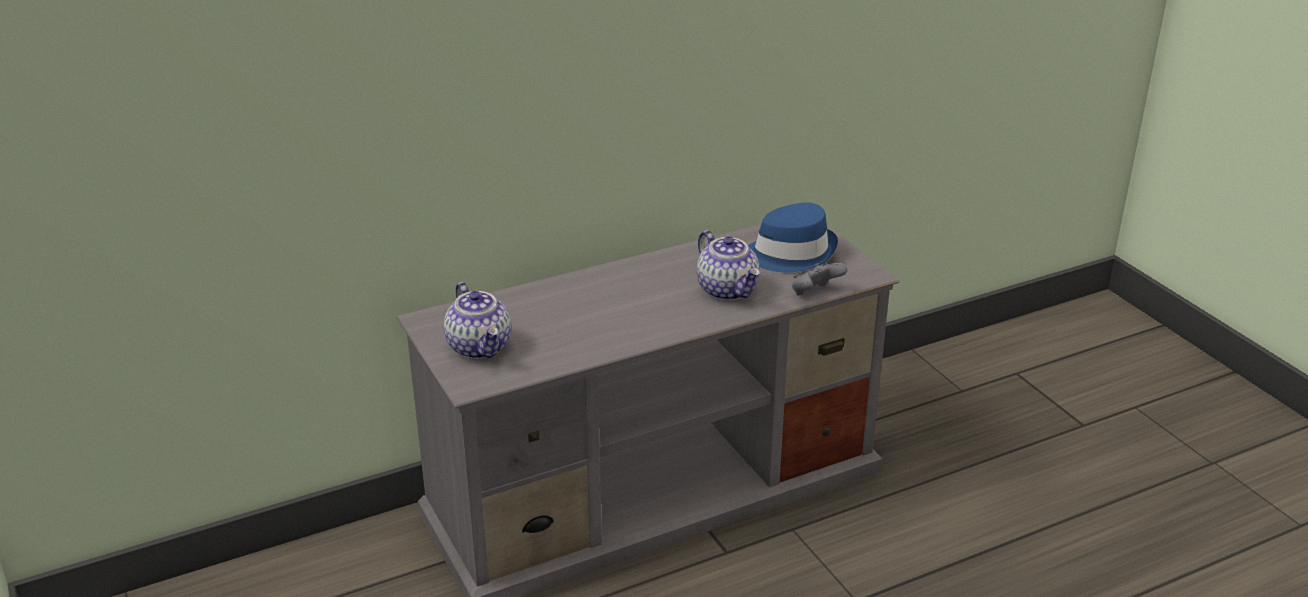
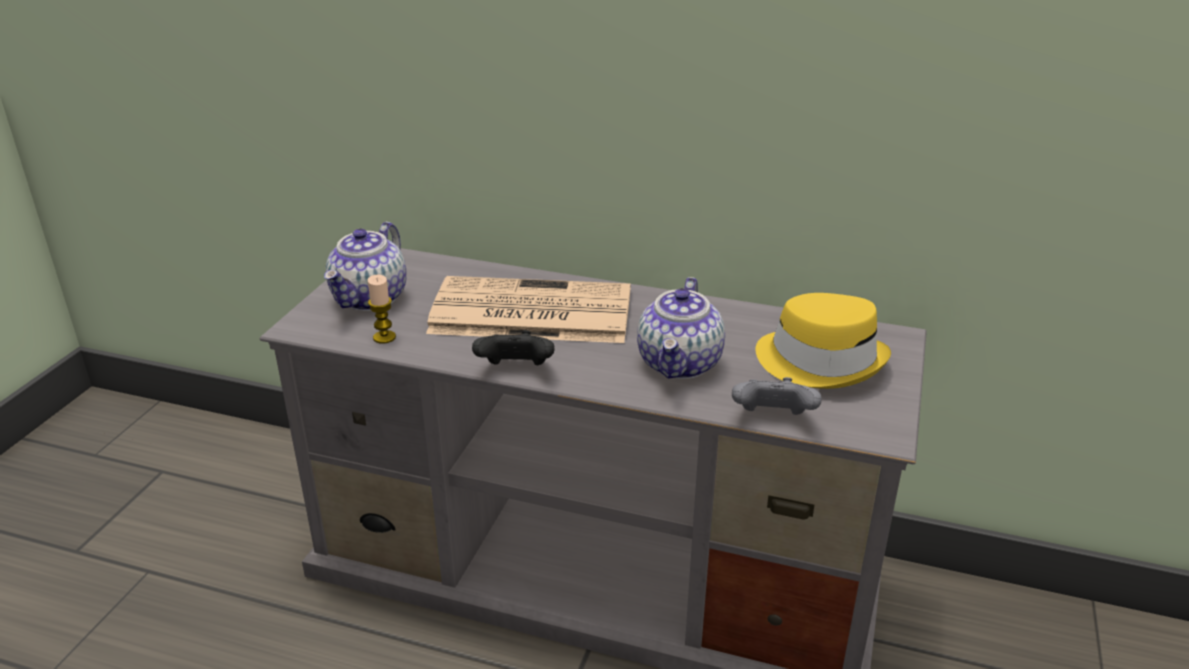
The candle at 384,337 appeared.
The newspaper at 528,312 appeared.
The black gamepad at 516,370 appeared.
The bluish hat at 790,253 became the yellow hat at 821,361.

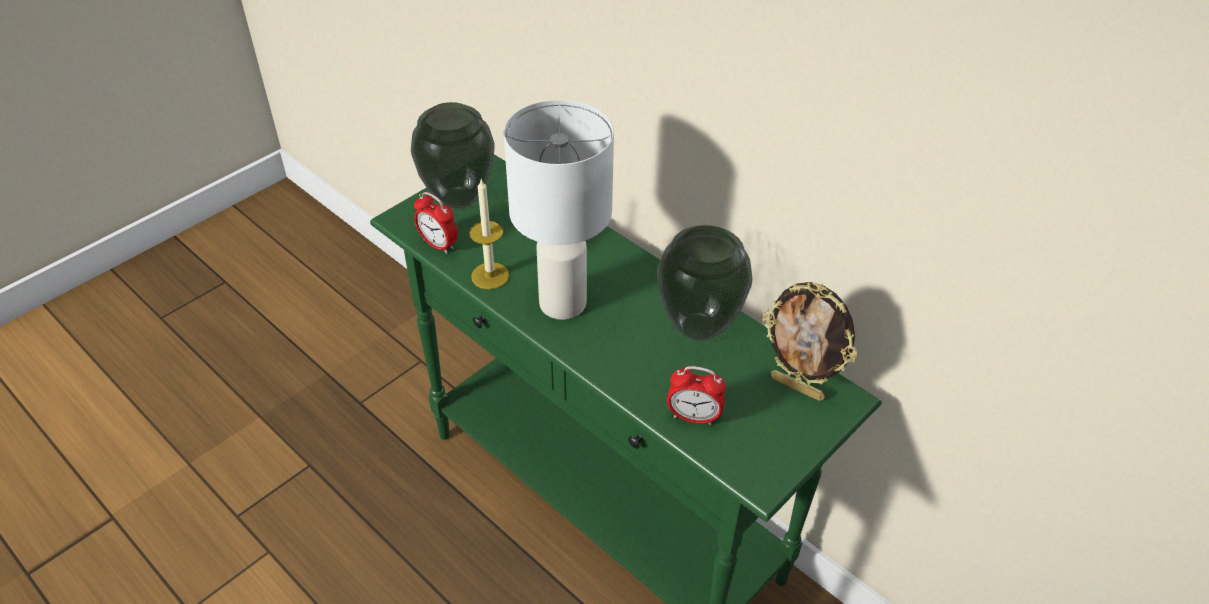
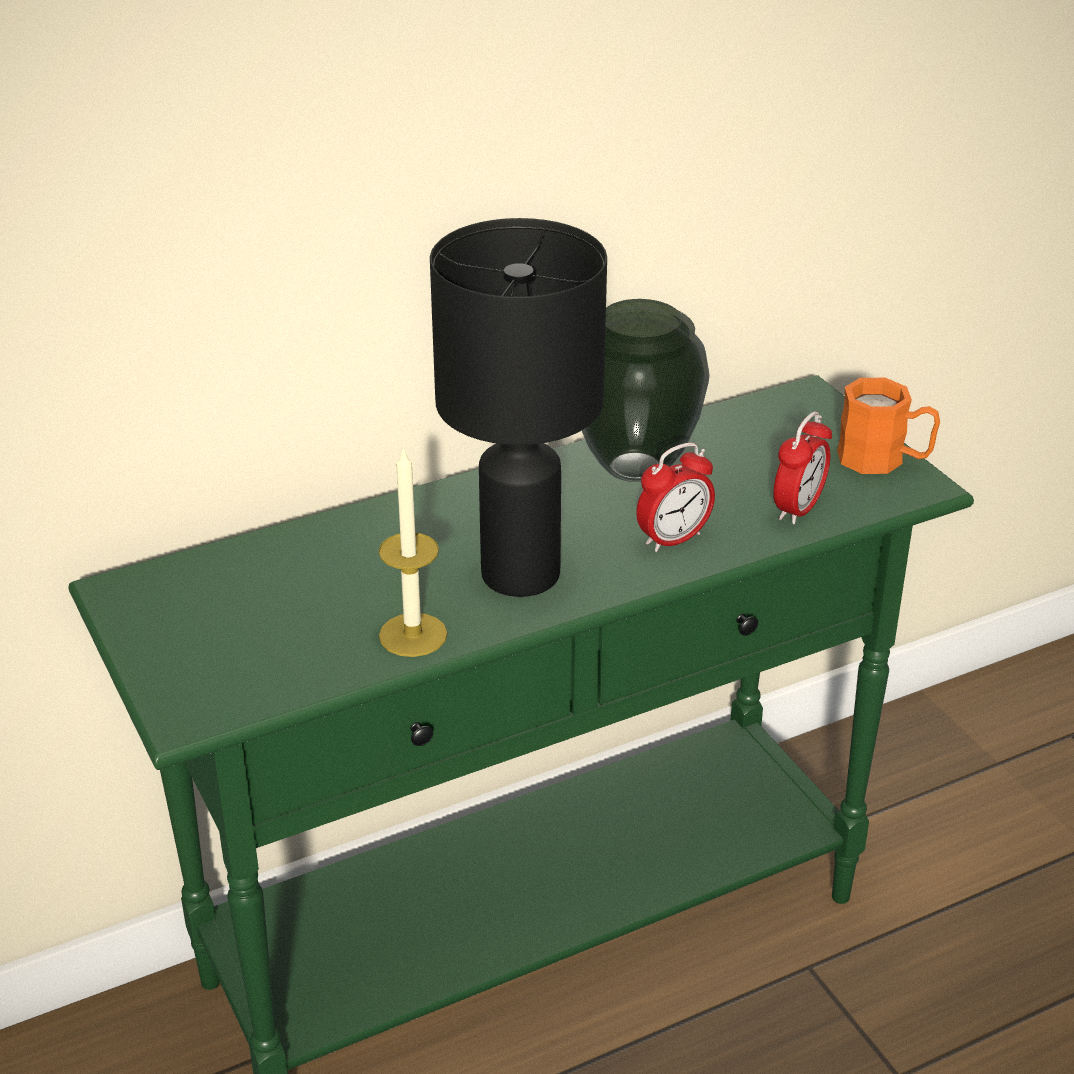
The white lamp for a table at 561,304 became the black lamp for a table at 521,575.
The table clock moved from 438,244 to 673,539.
The orange mug at 884,460 appeared.
The decorative vase at 460,198 disappeared.
The standing frame at 797,387 disappeared.

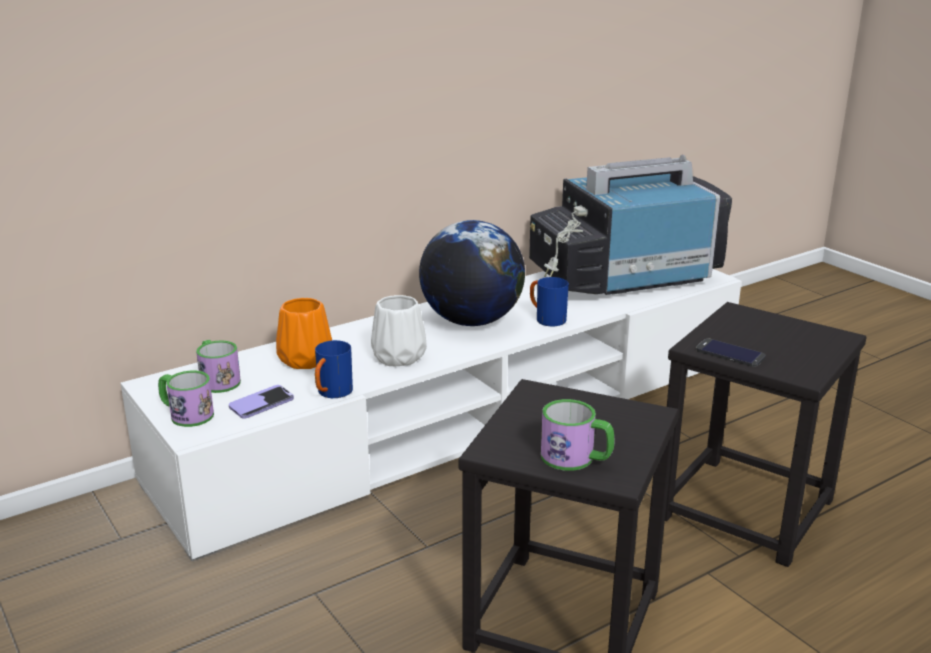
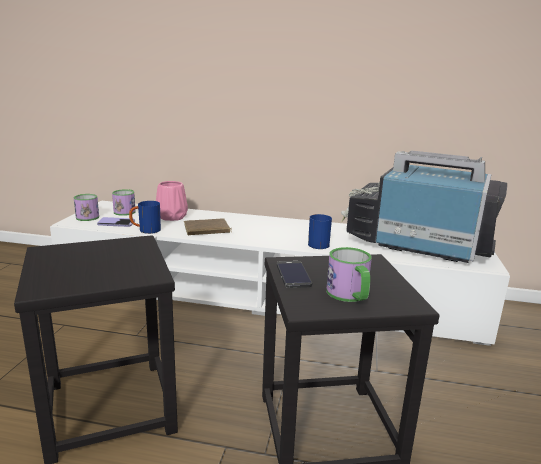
The orange decorative vase at 307,359 became the pink decorative vase at 172,217.
The white decorative vase at 399,357 was replaced by the brownish bound book at 206,230.
The mug moved from 576,459 to 350,295.
The desk globe at 471,321 disappeared.

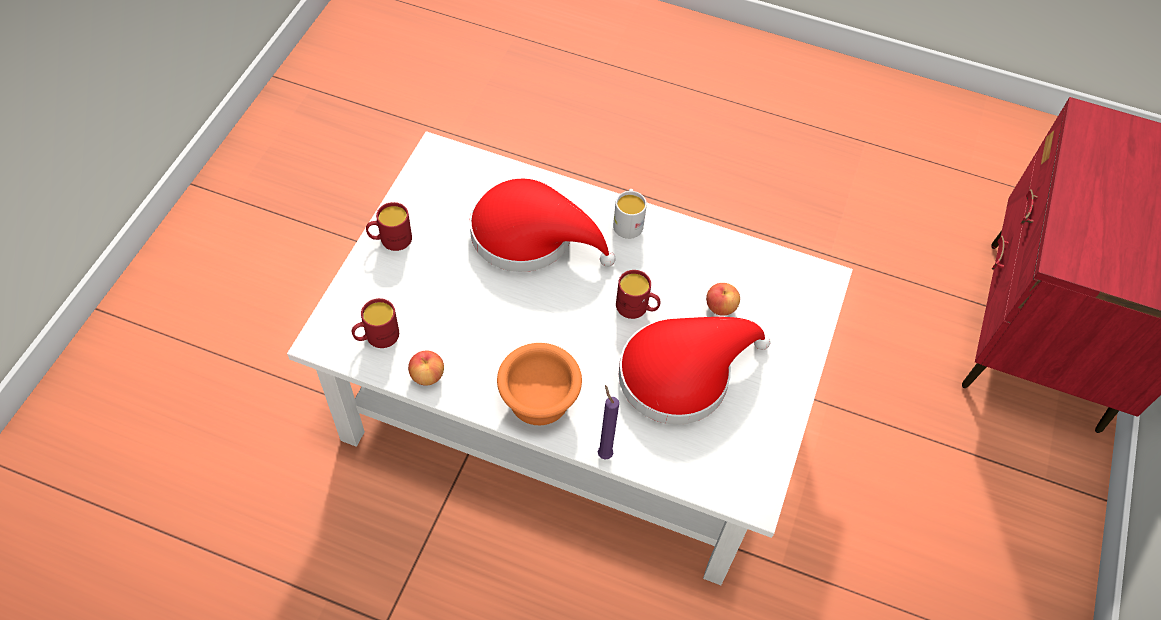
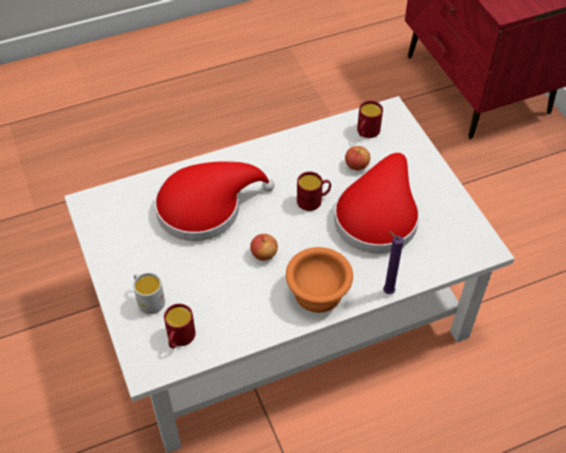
The white mug moved from 628,222 to 148,299.
The apple moved from 427,375 to 264,254.
The red mug moved from 390,240 to 366,133.

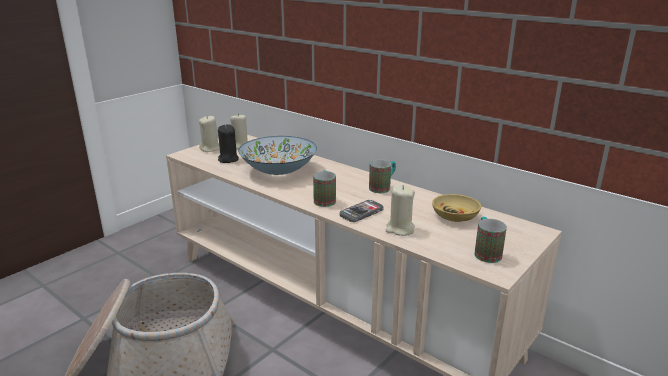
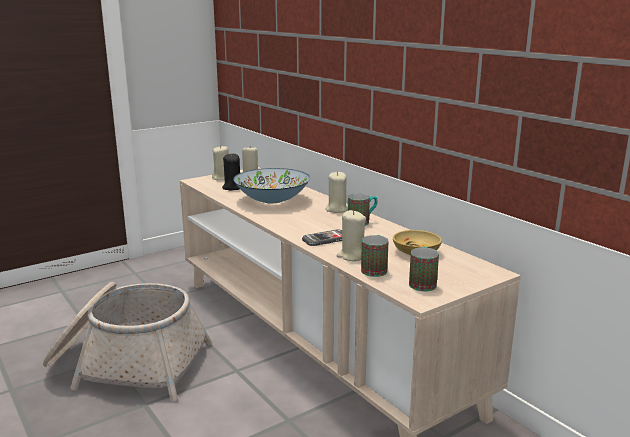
The sand-coloured candle at 336,209 appeared.
The mug moved from 324,199 to 375,269.

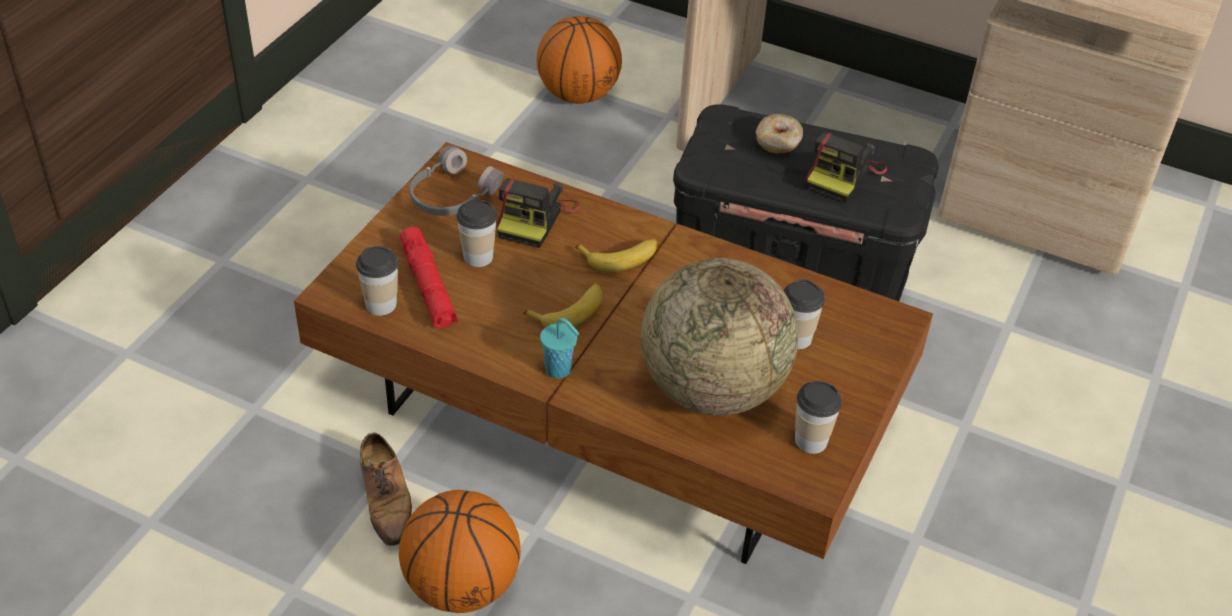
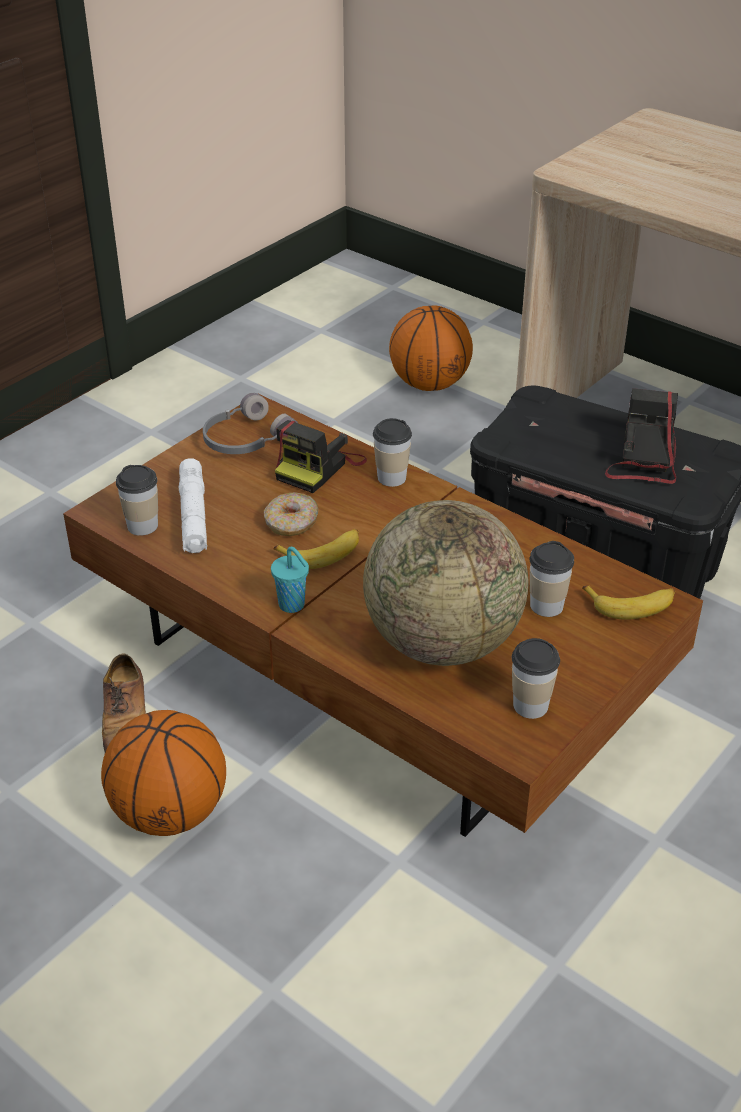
The red torch at 428,286 became the white torch at 193,515.
The donut moved from 778,141 to 291,523.
The small cup moved from 478,257 to 391,477.
The banana fruit moved from 620,257 to 631,605.
The still camera at 843,175 turned 150 degrees clockwise.

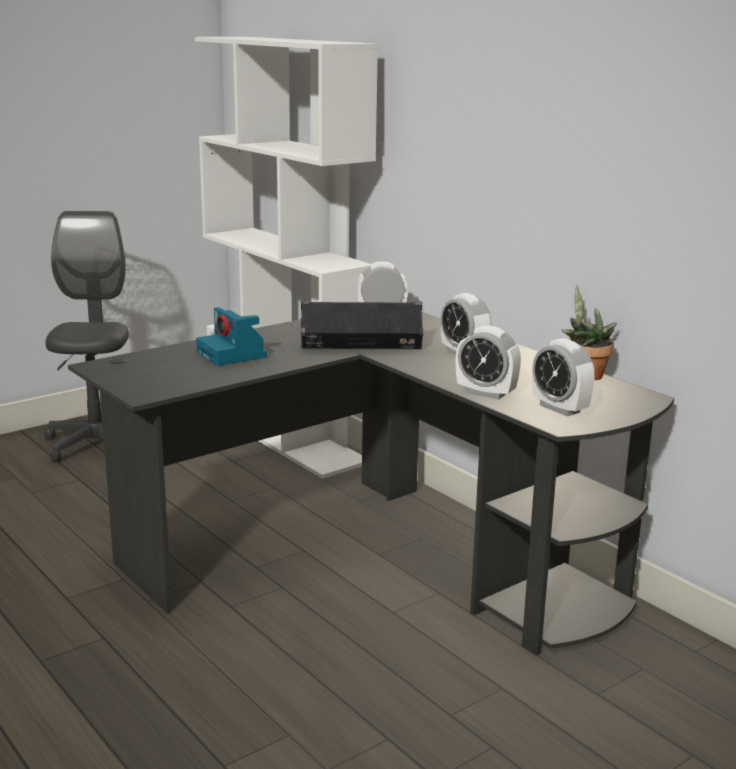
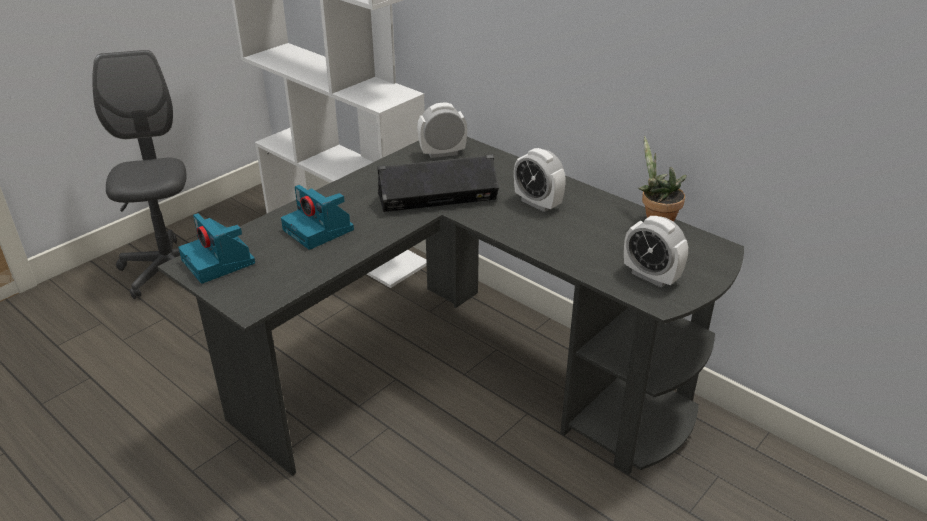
The still camera at 219,262 appeared.
The table clock at 486,393 disappeared.

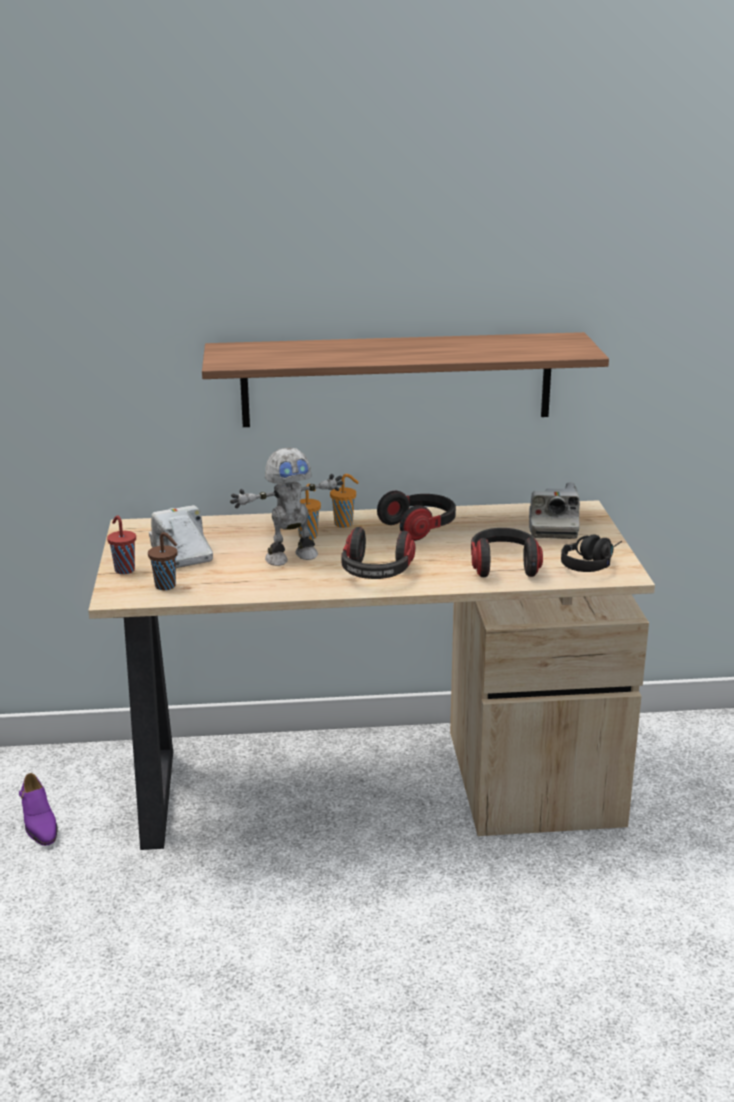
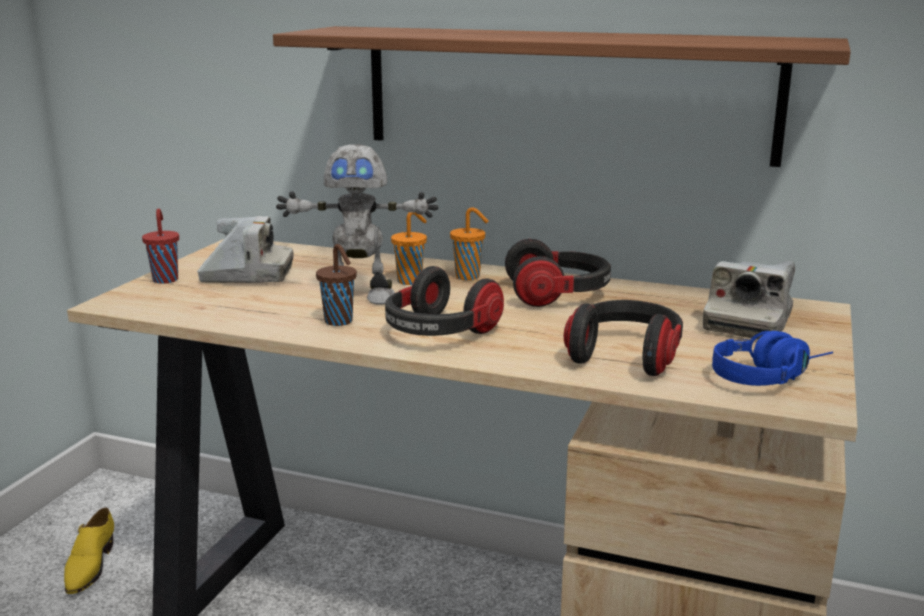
The purple item of footwear at 39,823 became the yellow item of footwear at 89,566.
The still camera at 181,553 turned 90 degrees clockwise.
The brownish small cup moved from 166,586 to 339,322.
The black pair of headphones at 592,563 became the bluish pair of headphones at 769,377.

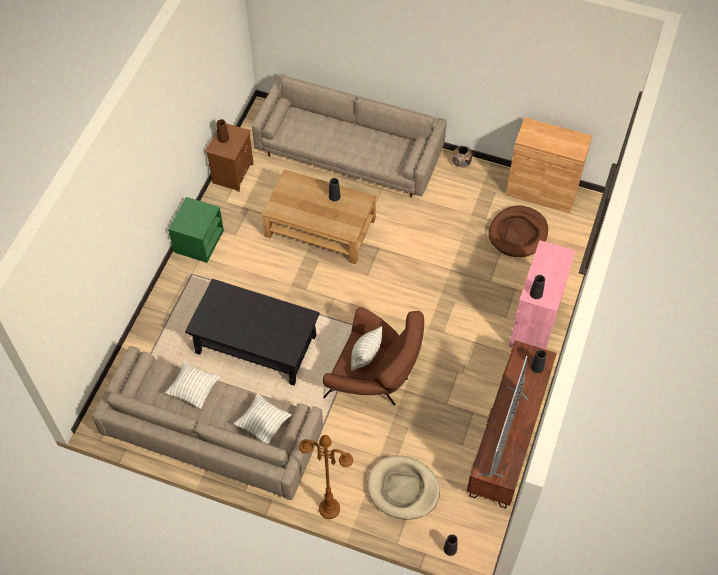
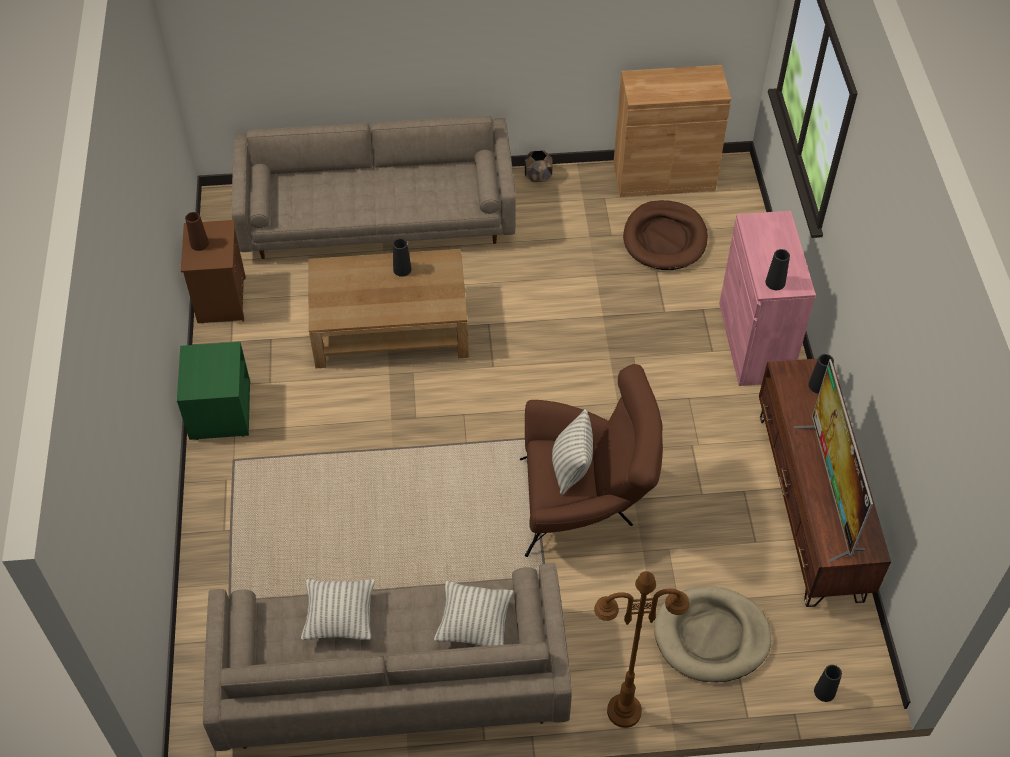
The black lounge table at 255,344 disappeared.

